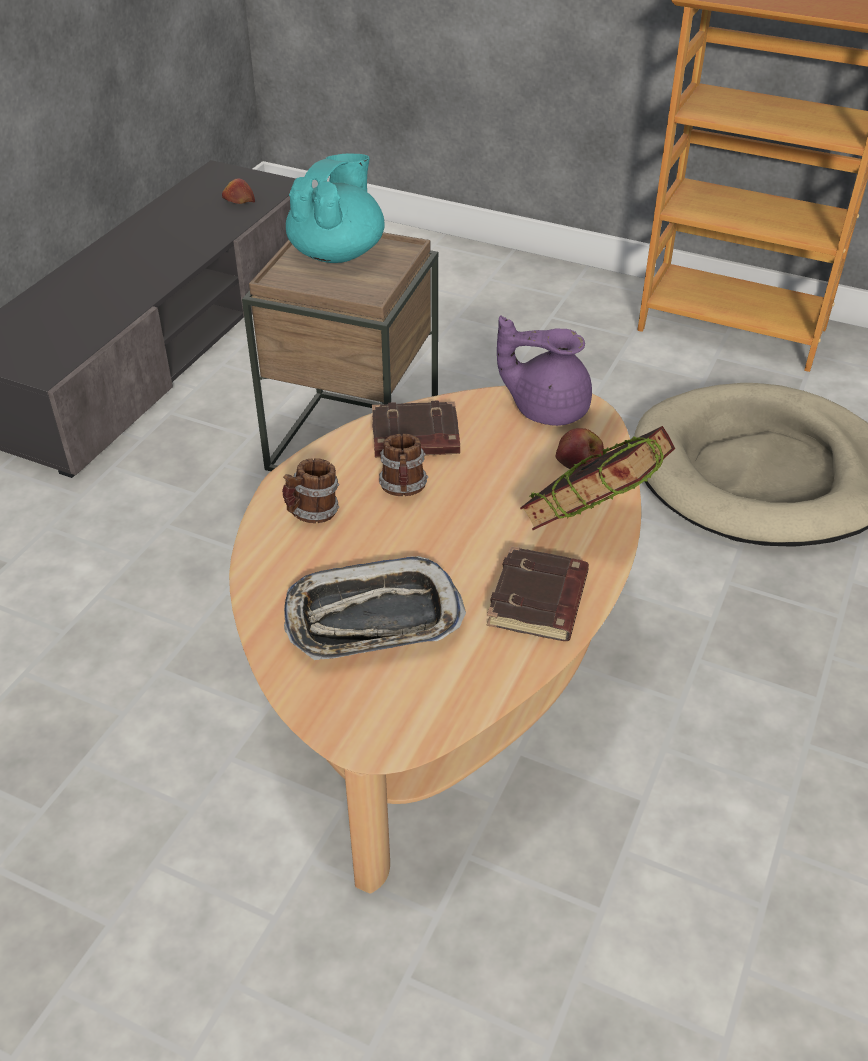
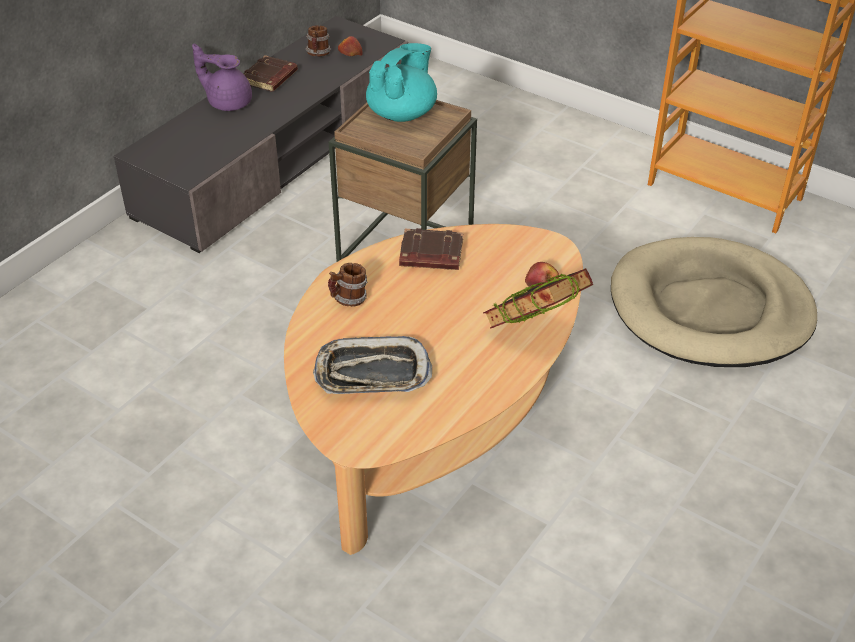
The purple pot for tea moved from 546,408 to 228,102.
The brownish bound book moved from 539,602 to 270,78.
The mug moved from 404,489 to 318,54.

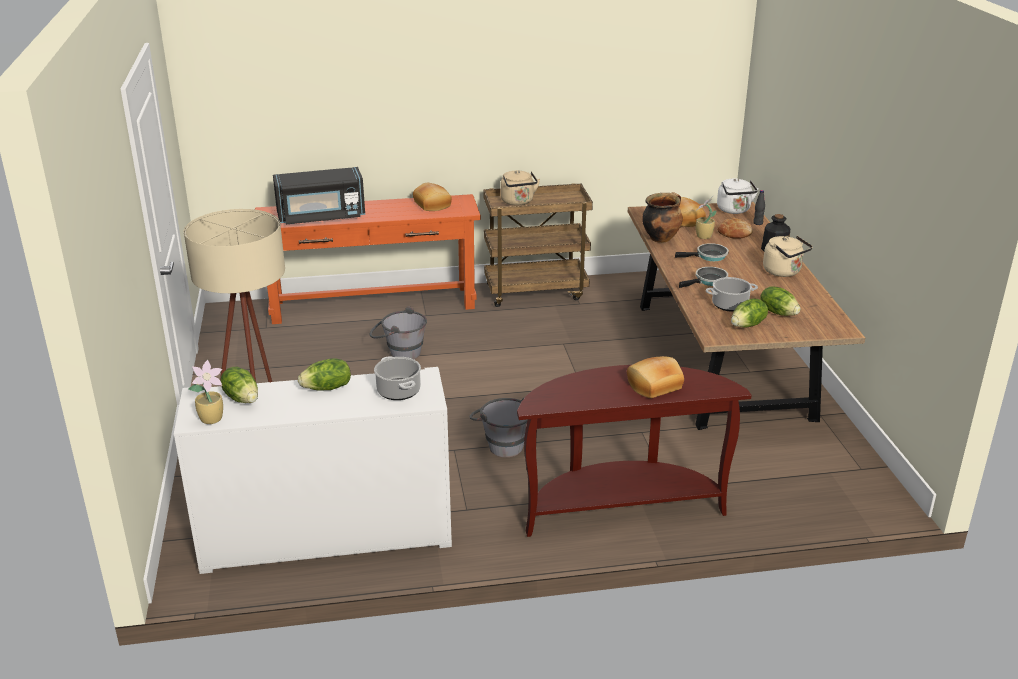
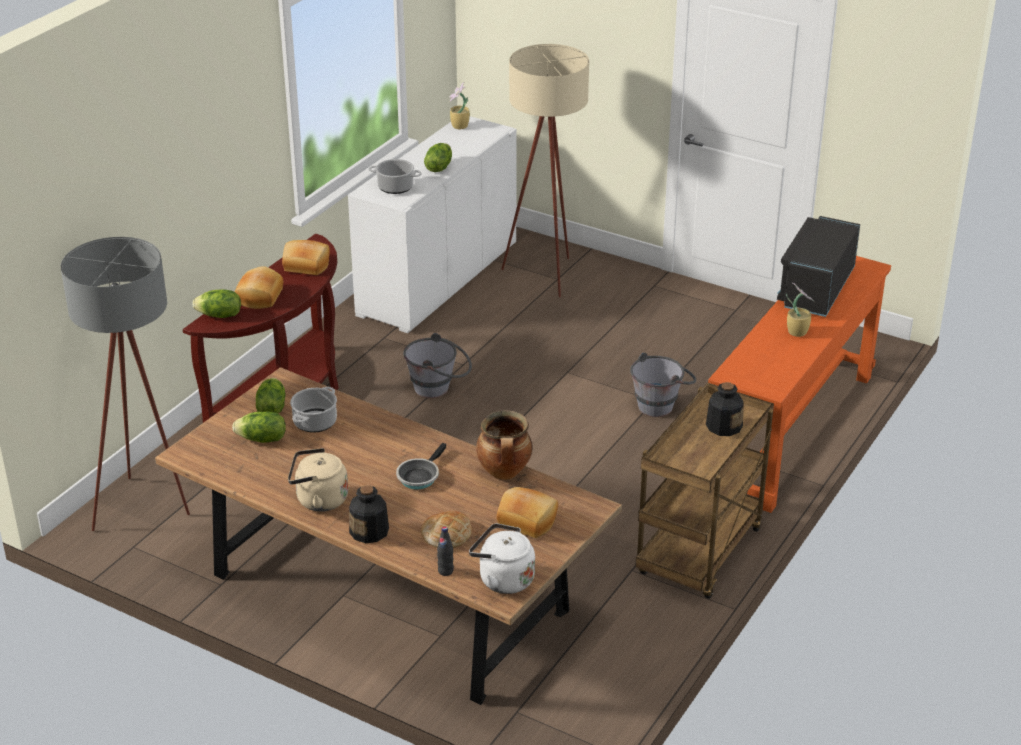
The grey standing lamp at 148,509 appeared.
The lettuce moved from 242,398 to 219,316.
The bakery bread moved from 433,204 to 306,266.
The sand-coloured kettle at 518,202 was replaced by the drink bottle at 723,426.
The plant in a pot moved from 703,236 to 797,331.
The skillet at 708,281 disappeared.

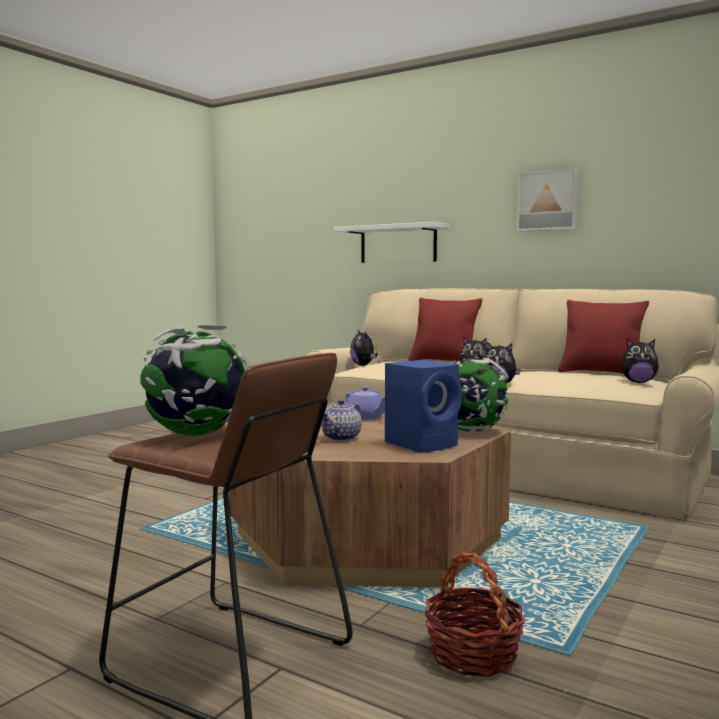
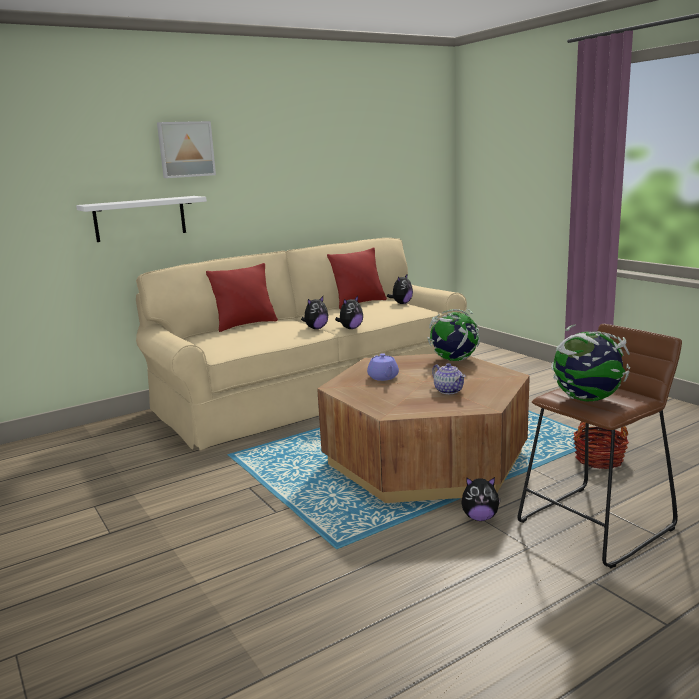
The wall art moved from 547,201 to 186,149.
The purple pot for tea at 366,417 turned 90 degrees clockwise.
The soft toy moved from 363,365 to 480,517.
The bluish audio speaker at 423,444 disappeared.

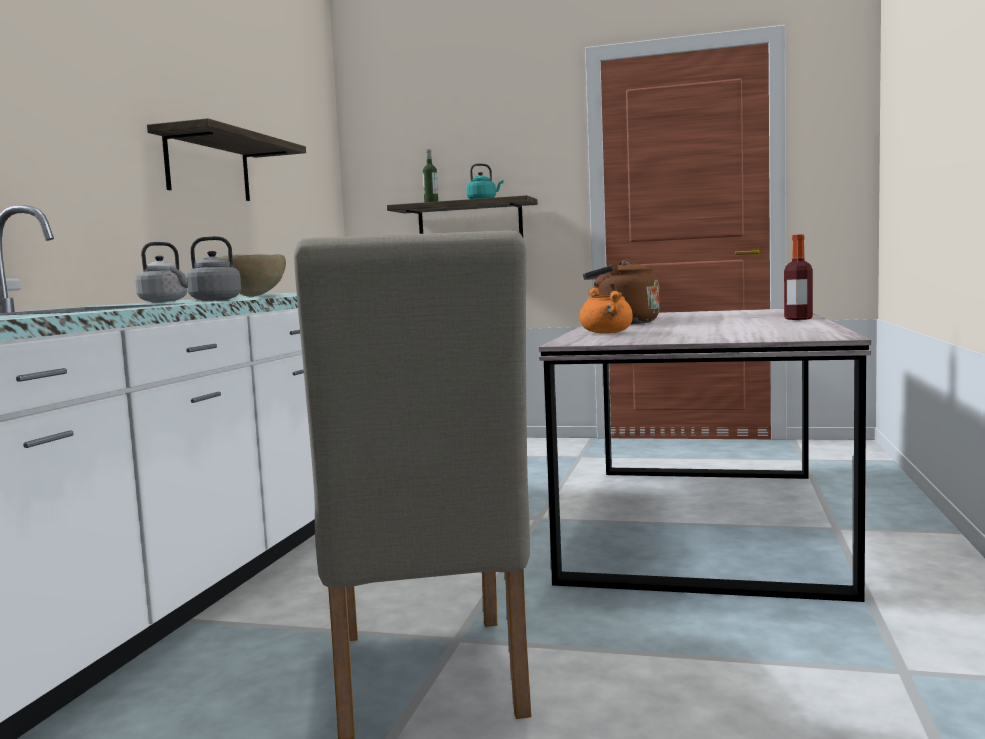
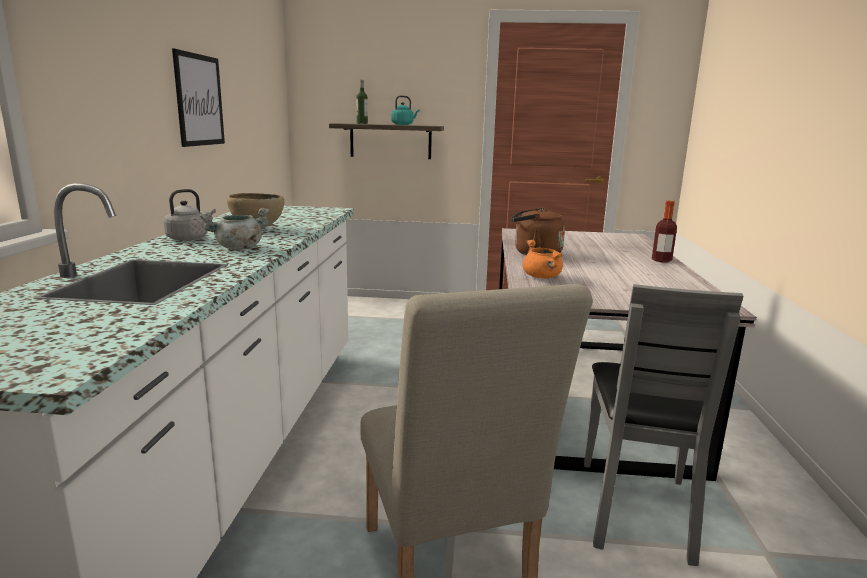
The wall shelf at 208,167 was replaced by the wall art at 199,100.
The grey kettle at 212,300 was replaced by the grey saucepot at 238,248.
The grey upright chair at 637,510 appeared.

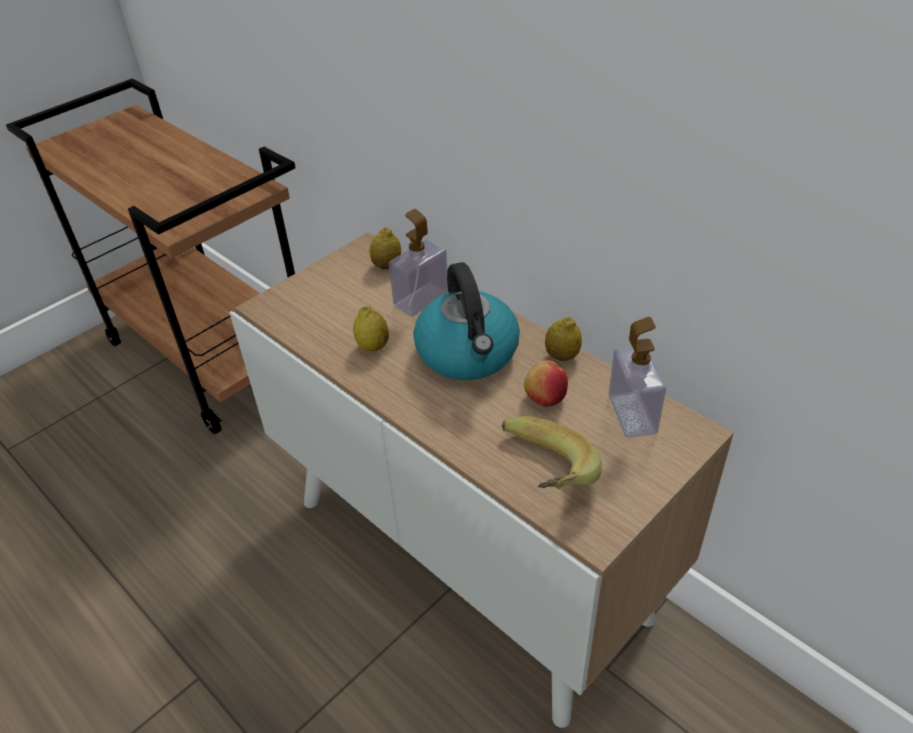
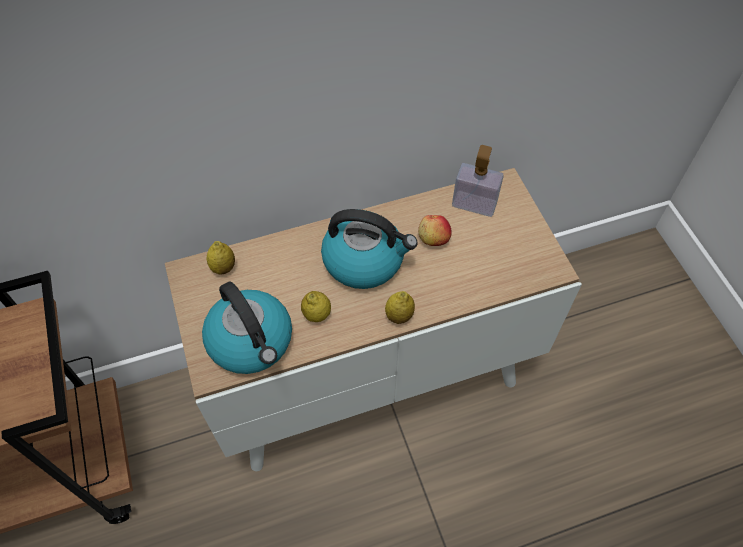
The kettle at 252,341 appeared.
The lemon moved from 562,356 to 399,316.
The soap bottle at 421,300 disappeared.
The banana fruit at 540,476 disappeared.

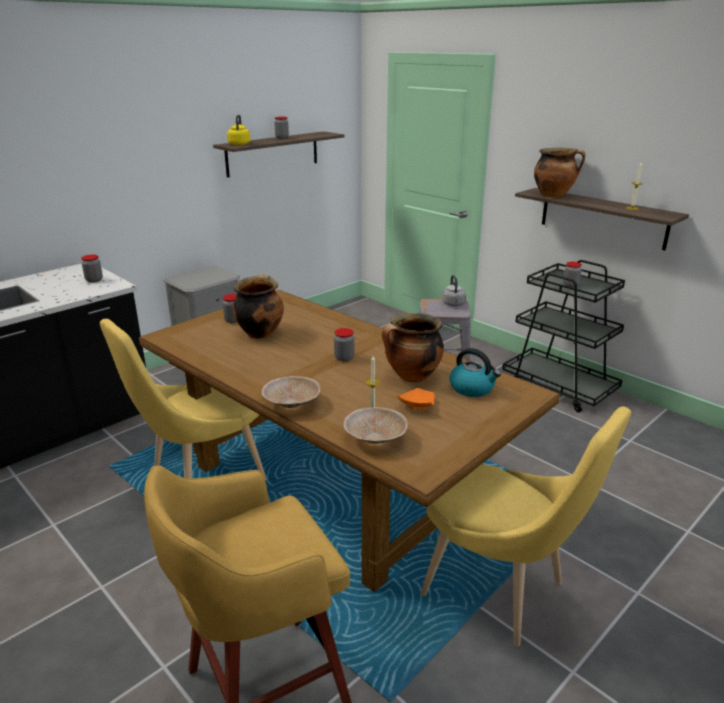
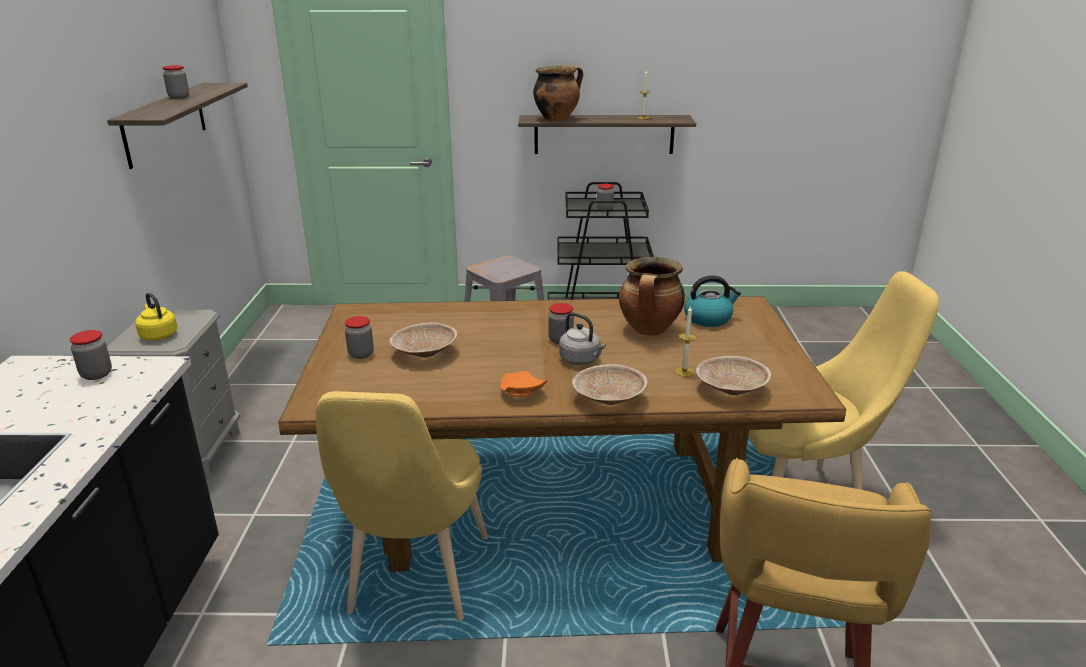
The yellow kettle moved from 239,144 to 158,335.
The saucepot at 260,333 was replaced by the sand-coloured deep dish at 423,353.
The orange plate moved from 416,406 to 521,392.
The grey kettle moved from 454,304 to 581,360.

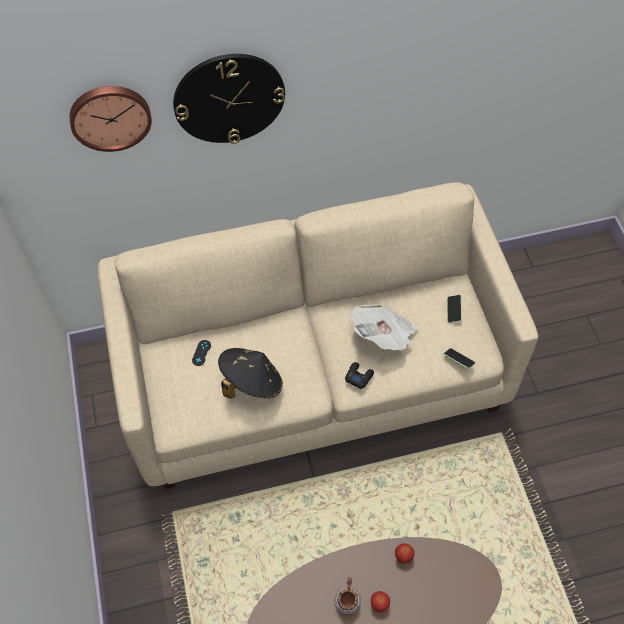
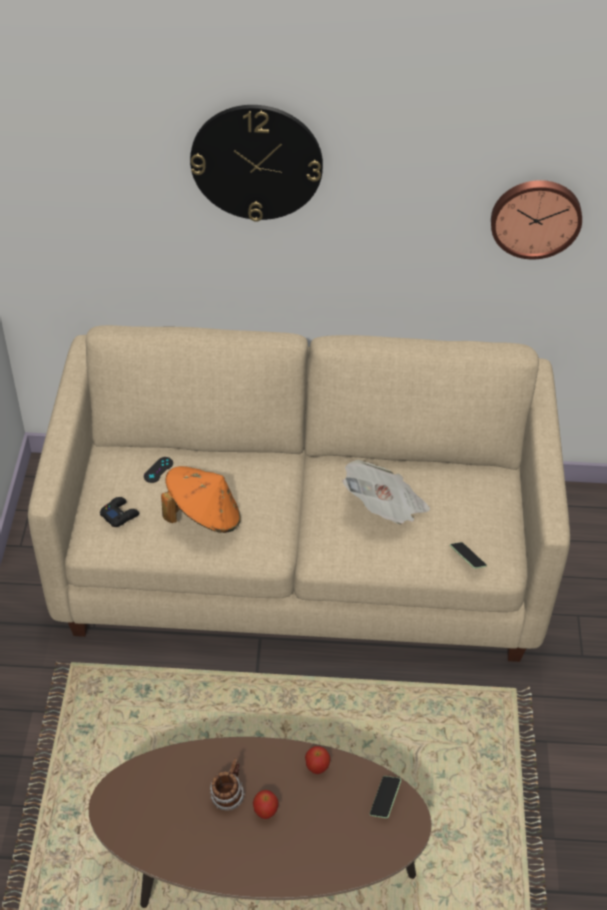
The black gamepad moved from 359,376 to 119,514.
The black hat at 251,383 became the orange hat at 203,516.
The handset moved from 453,311 to 385,800.
The wall clock moved from 110,116 to 535,217.

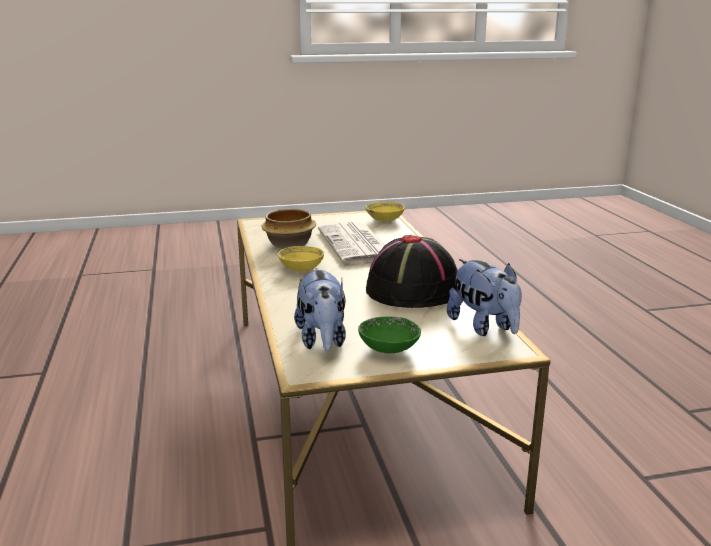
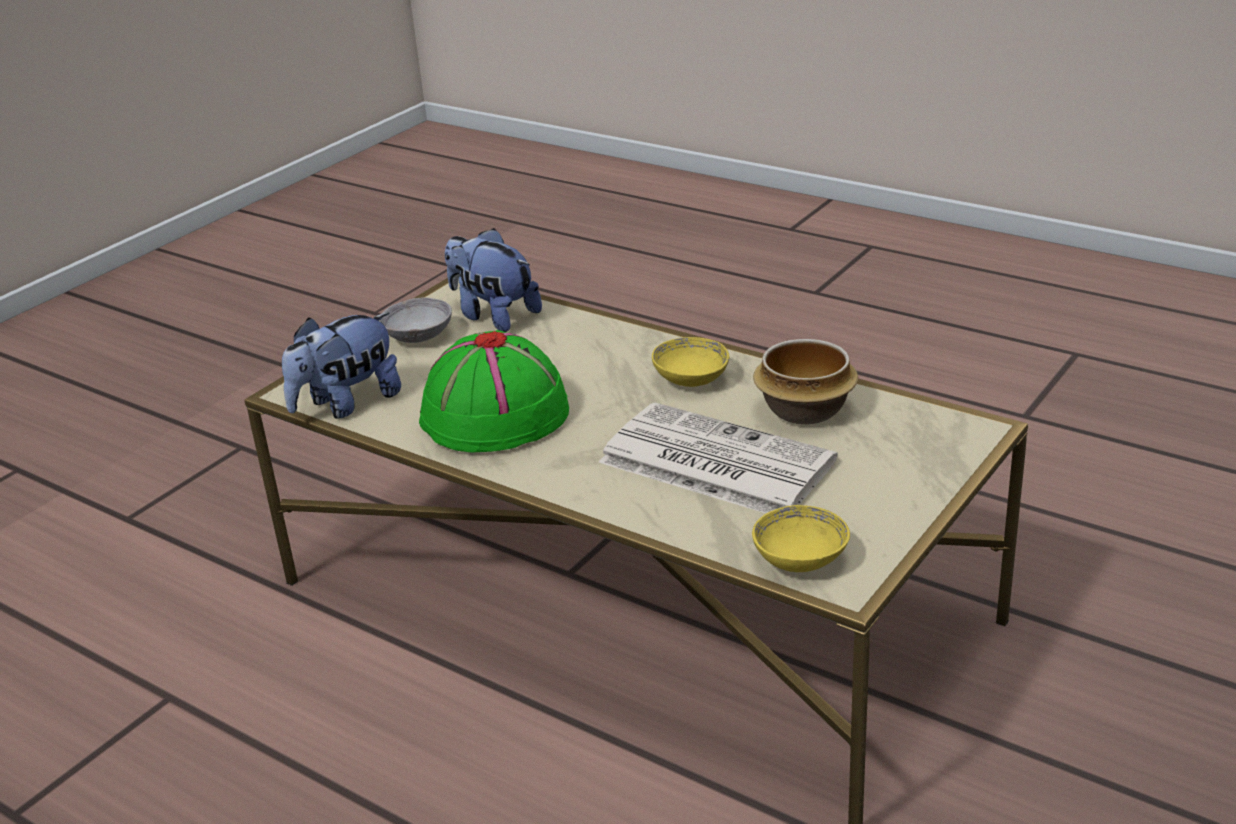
The soft toy at 484,327 turned 60 degrees counterclockwise.
The greenish deep dish at 389,348 became the grey deep dish at 418,337.
The black hat at 413,290 became the greenish hat at 494,416.

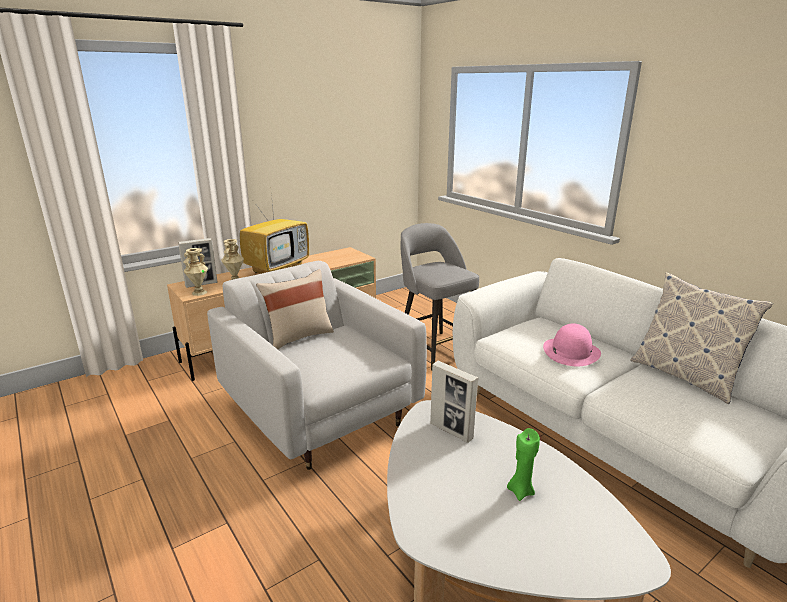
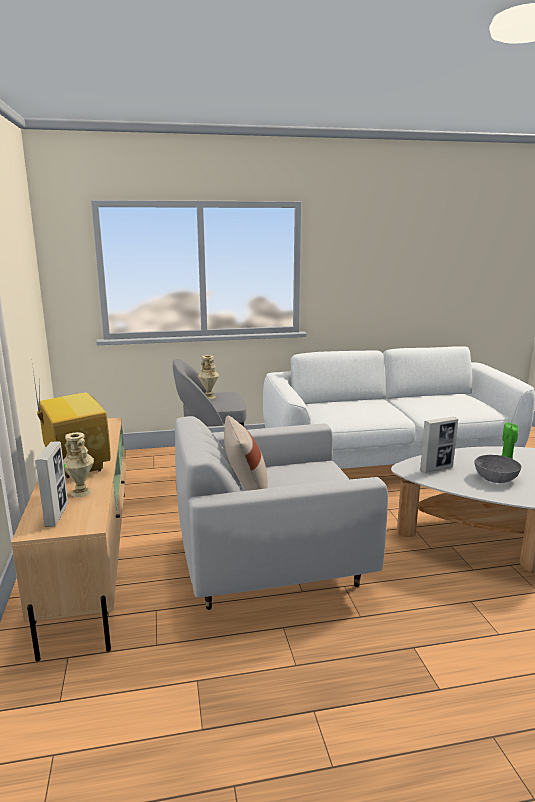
The sand-coloured decorative vase moved from 199,292 to 208,397.
The grey deep dish at 495,478 appeared.
The pink hat at 571,351 disappeared.
The cushion at 684,376 disappeared.

